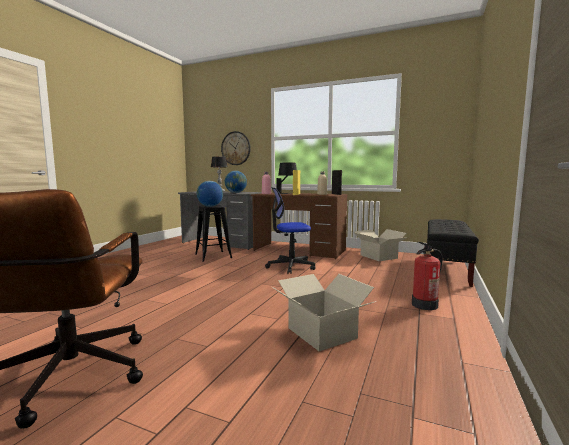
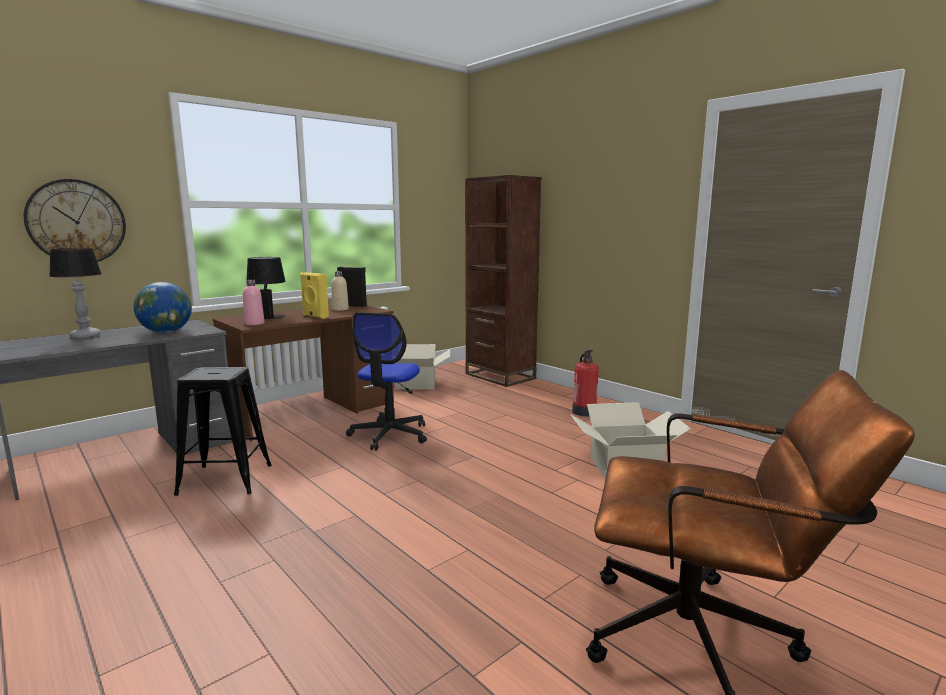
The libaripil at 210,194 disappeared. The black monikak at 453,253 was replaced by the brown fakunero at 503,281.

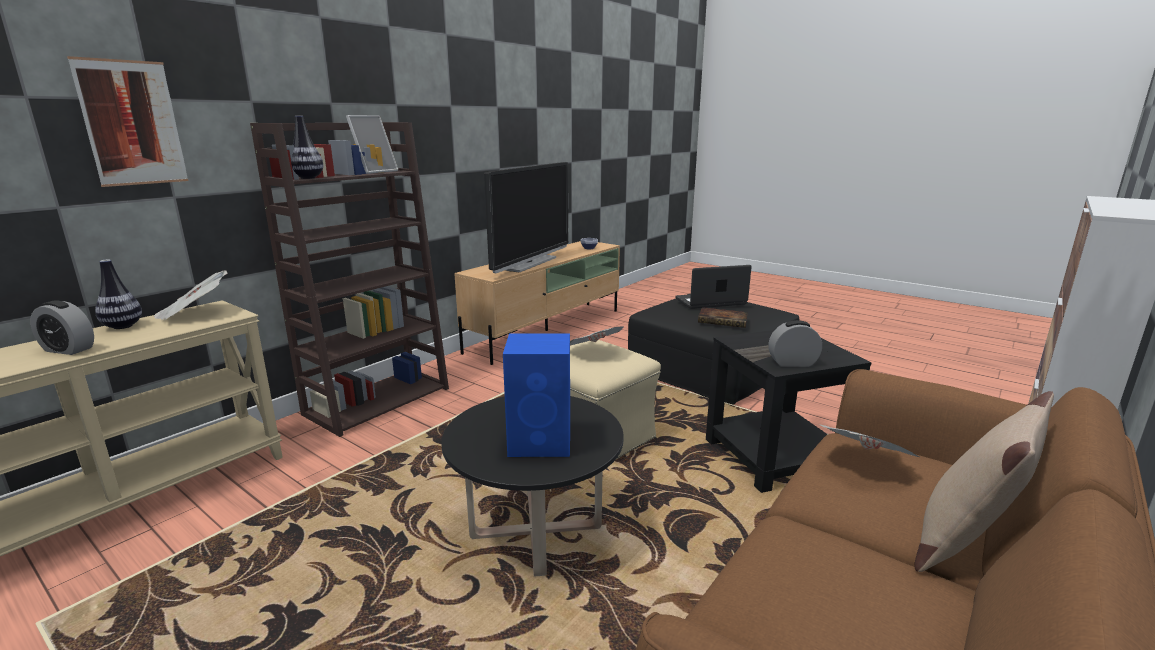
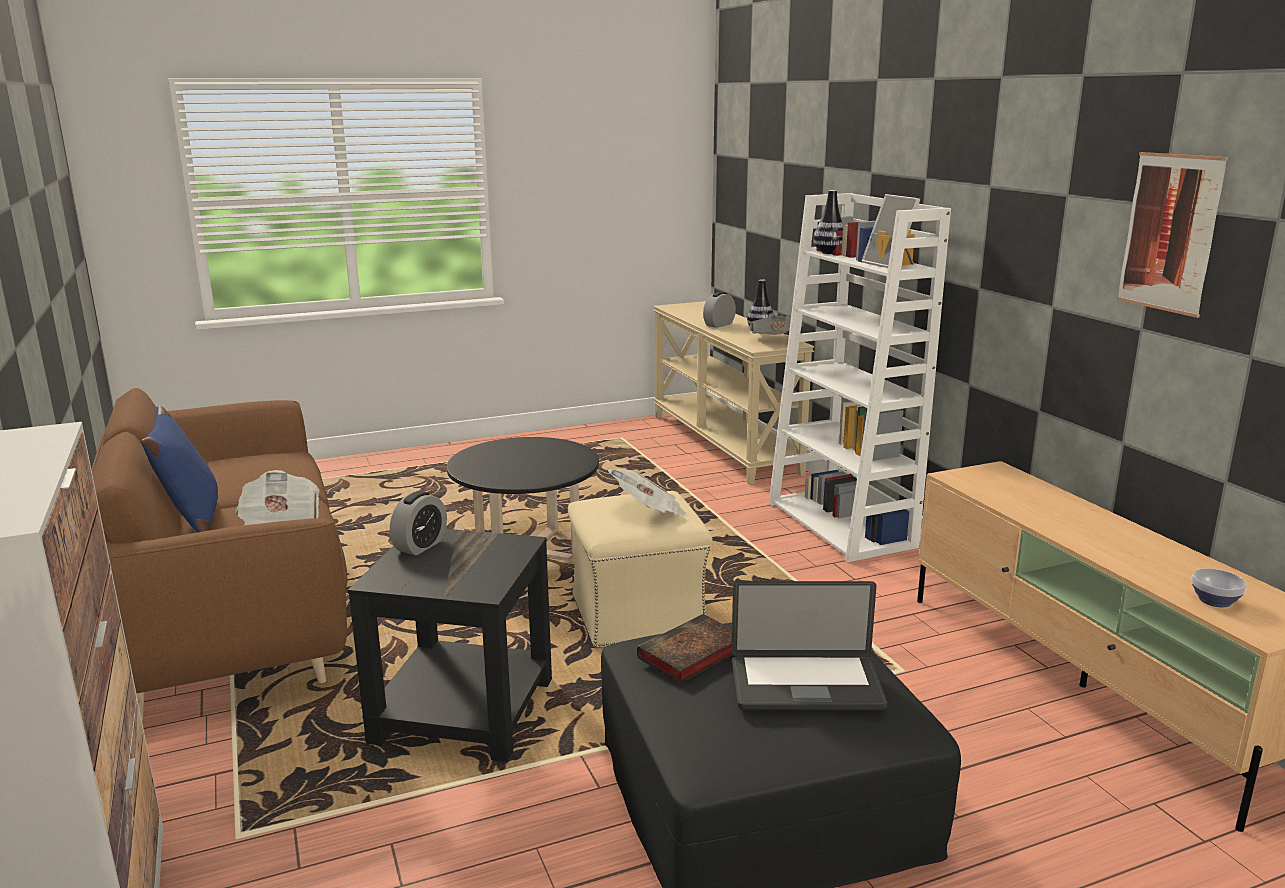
The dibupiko at 526,217 disappeared. The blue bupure at 536,395 disappeared. The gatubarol moved from 127,121 to 1172,235. The brown fakunero at 349,279 became the white fakunero at 860,377. The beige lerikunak at 984,481 became the blue lerikunak at 179,469. The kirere at 713,287 turned 75 degrees clockwise.

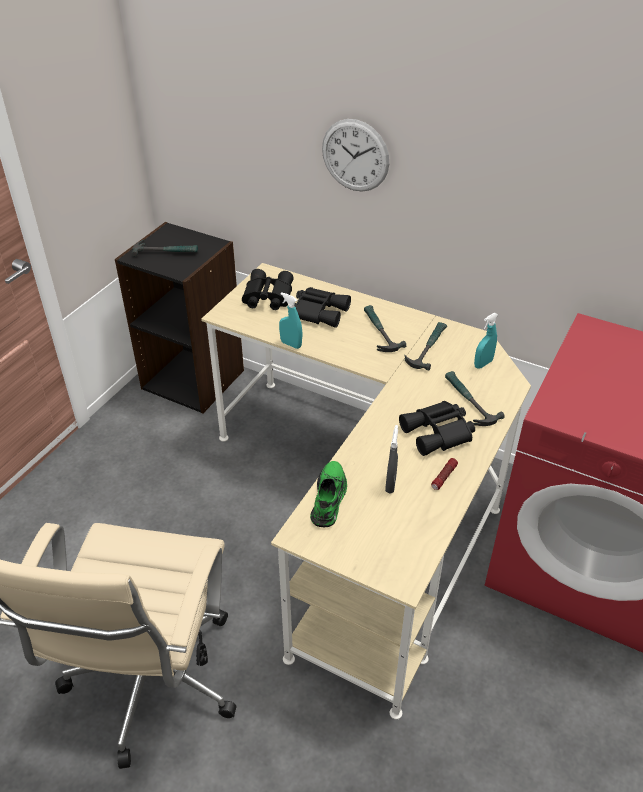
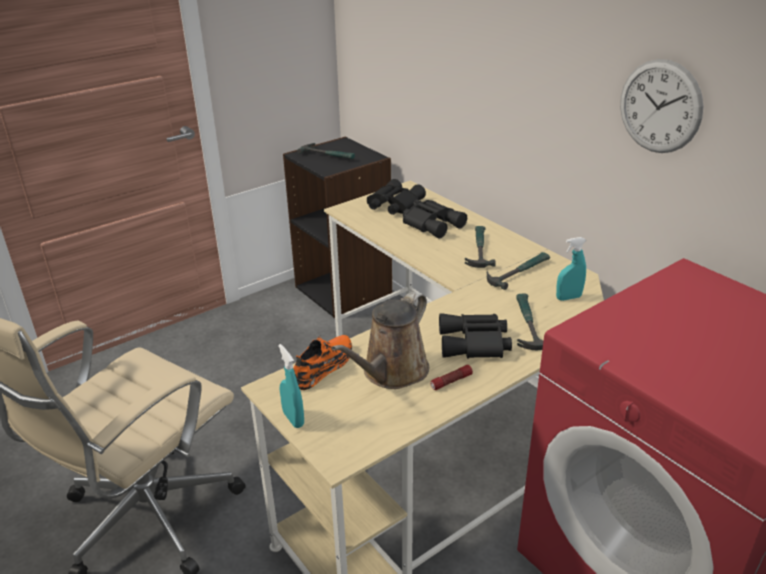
The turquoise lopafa moved from 291,320 to 291,386. The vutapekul moved from 355,155 to 662,106. The grey lopafa at 391,459 was replaced by the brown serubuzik at 380,340. The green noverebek at 328,494 became the orange noverebek at 322,362.

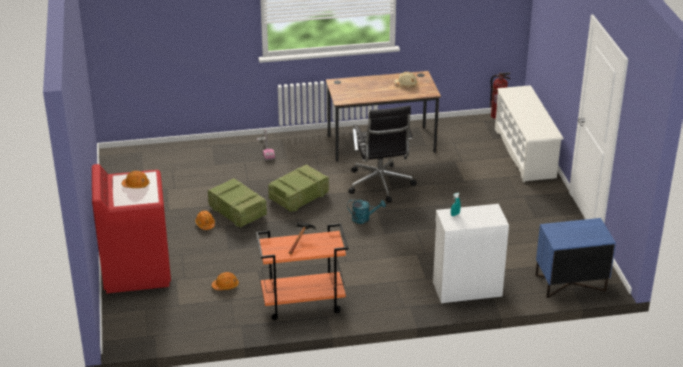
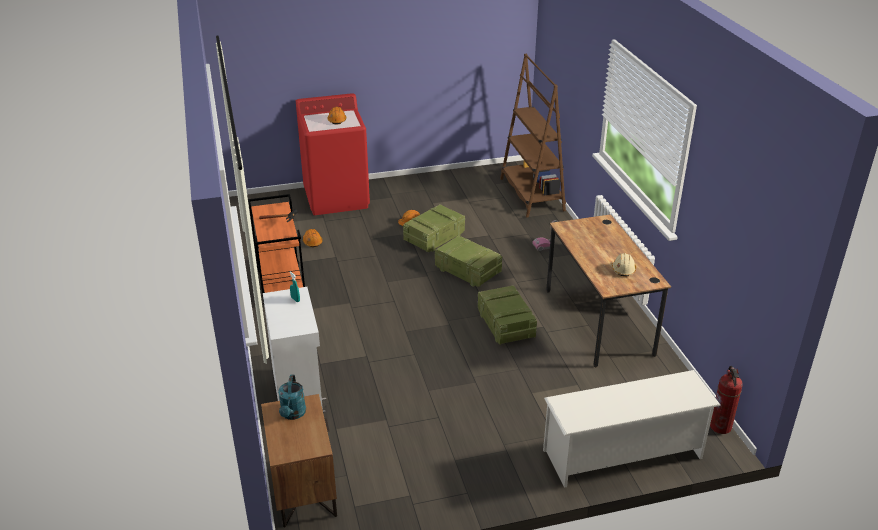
The brown fakunero at 533,136 appeared. The turquoise serubuzik moved from 366,211 to 292,397. The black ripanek at 382,154 was replaced by the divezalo at 507,315. The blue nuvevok at 575,258 became the brown nuvevok at 299,460.

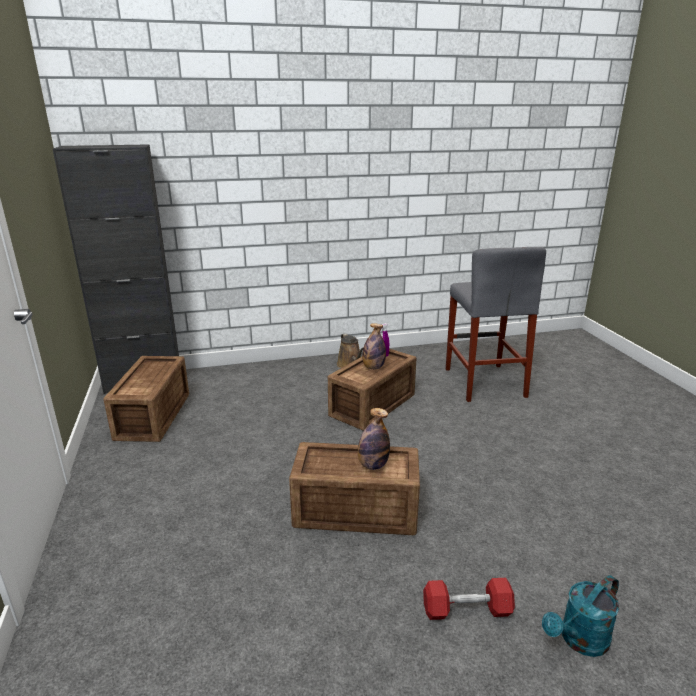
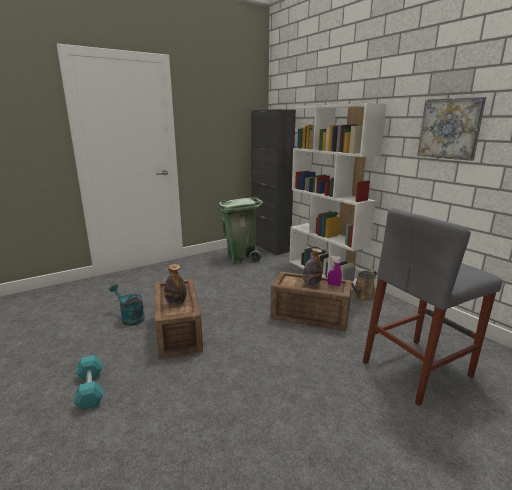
The white fakunero at 338,197 appeared. The gatubarol at 451,129 appeared. The turquoise serubuzik moved from 580,616 to 127,305. The divezalo at 146,399 was replaced by the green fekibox at 240,230. The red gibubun at 469,599 became the turquoise gibubun at 88,382.

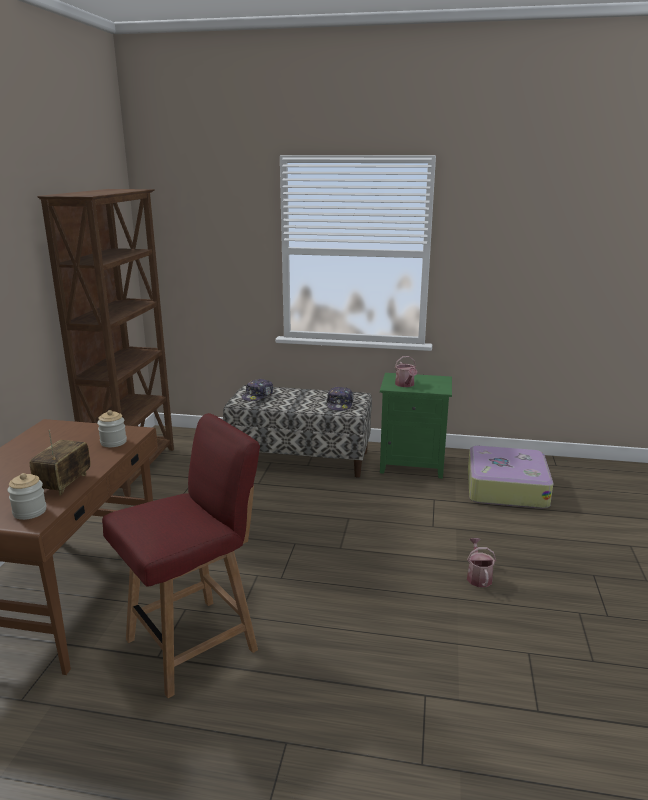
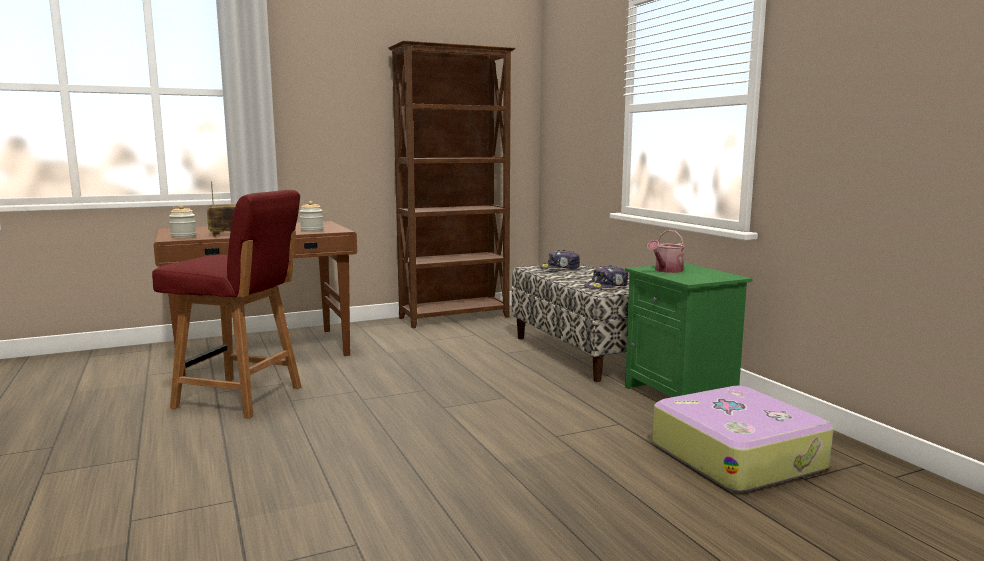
The serubuzik at 481,562 disappeared.

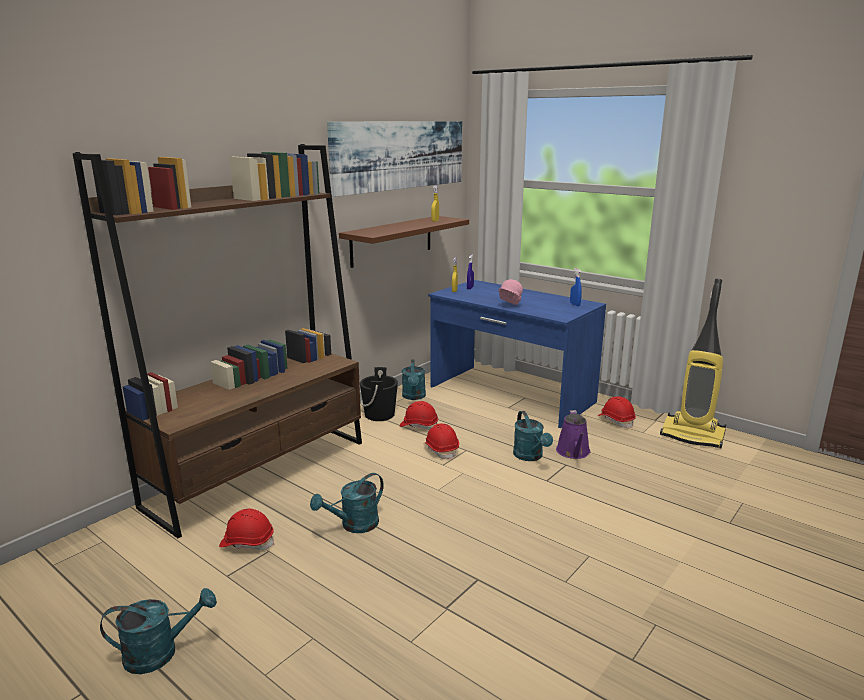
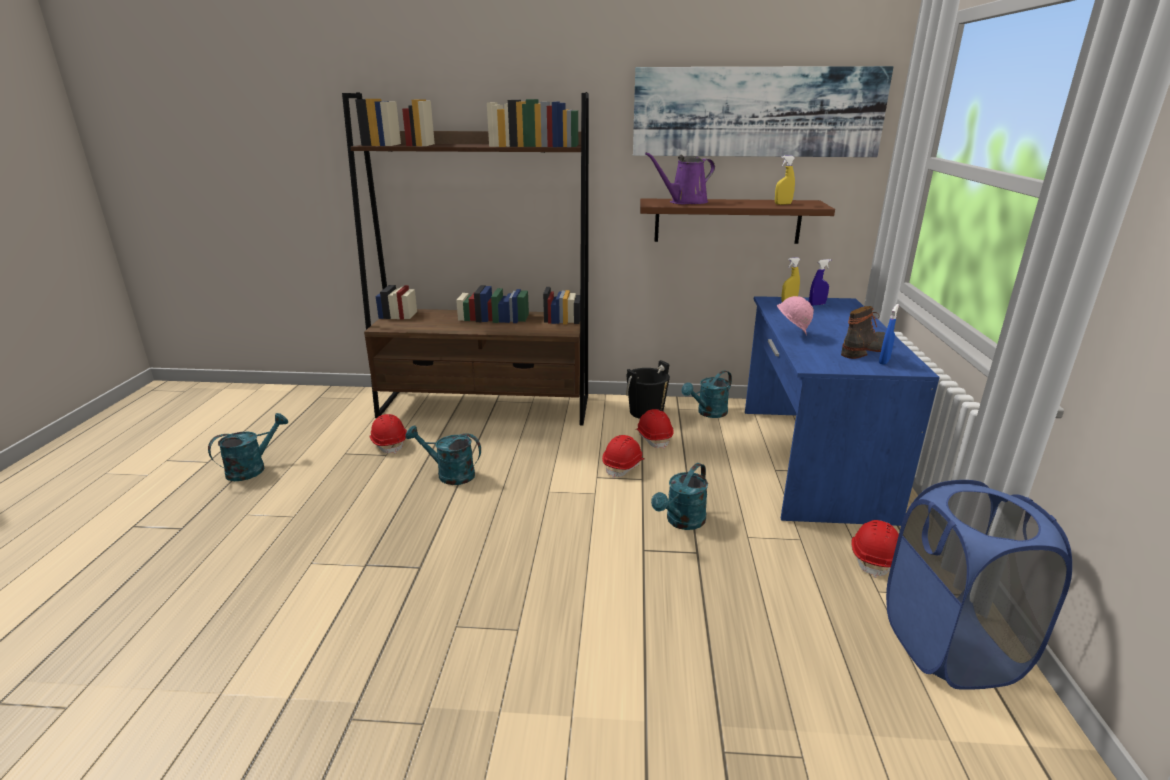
The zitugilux at 863,332 appeared. The purple serubuzik moved from 573,434 to 680,178. The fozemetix at 693,363 was replaced by the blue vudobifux at 979,585. The turquoise serubuzik at 158,631 turned 90 degrees counterclockwise.

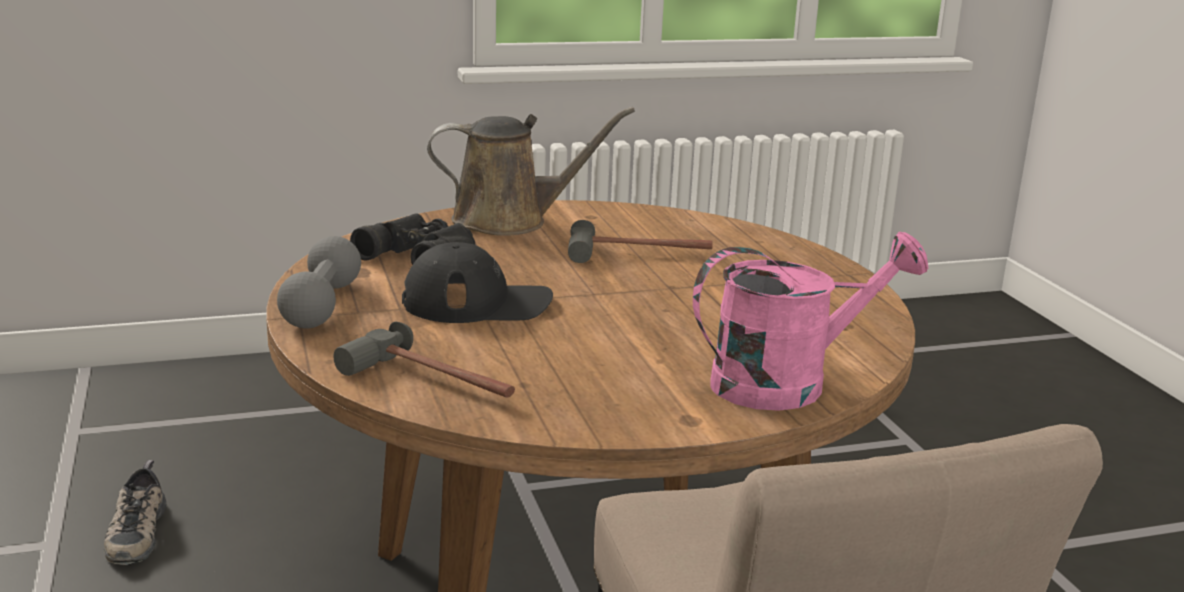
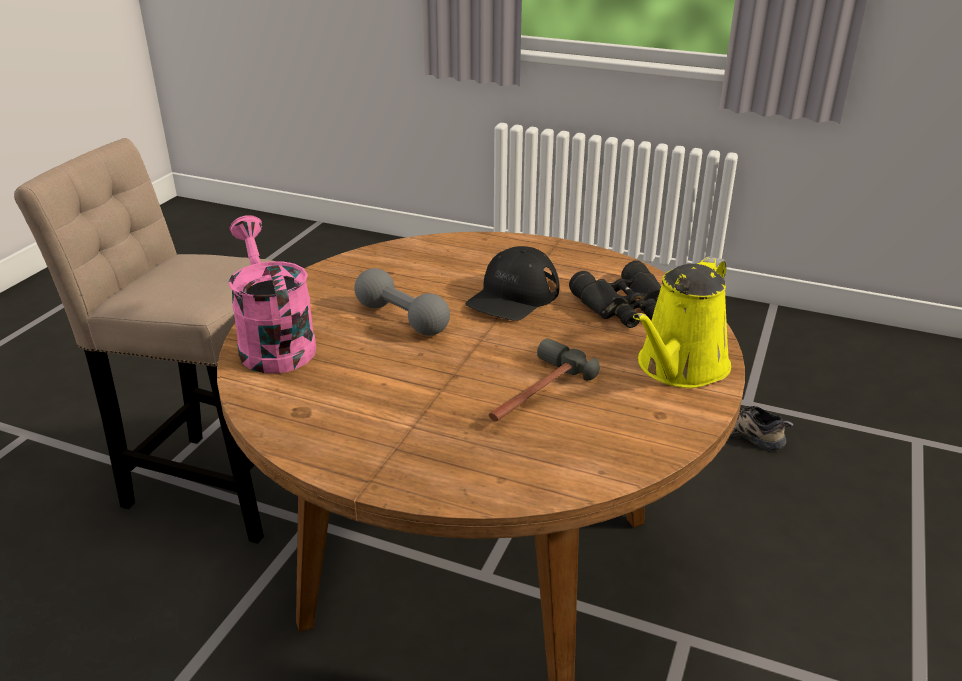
The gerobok at 424,360 disappeared. The grey gibubun moved from 319,282 to 402,302. The brown serubuzik at 531,171 became the yellow serubuzik at 682,322. The pink serubuzik at 810,321 turned 135 degrees clockwise.

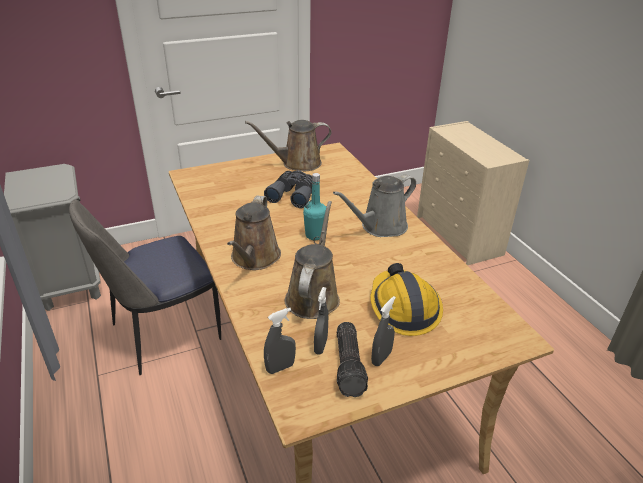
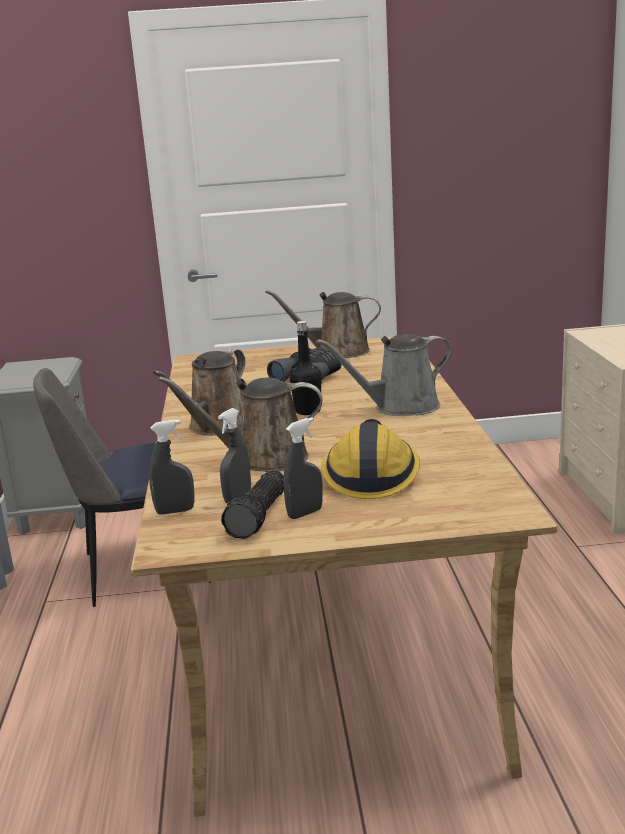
The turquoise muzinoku at 314,206 became the black muzinoku at 305,368. The brown serubuzik at 312,260 turned 120 degrees counterclockwise.

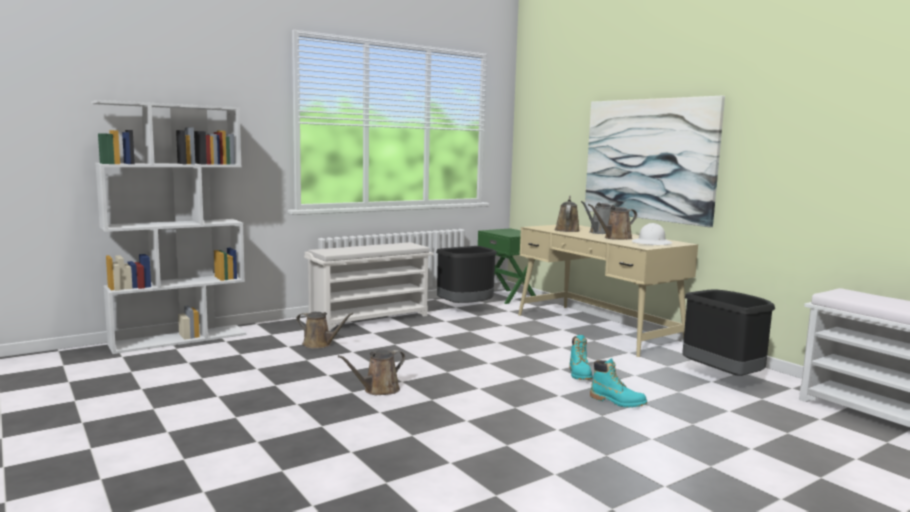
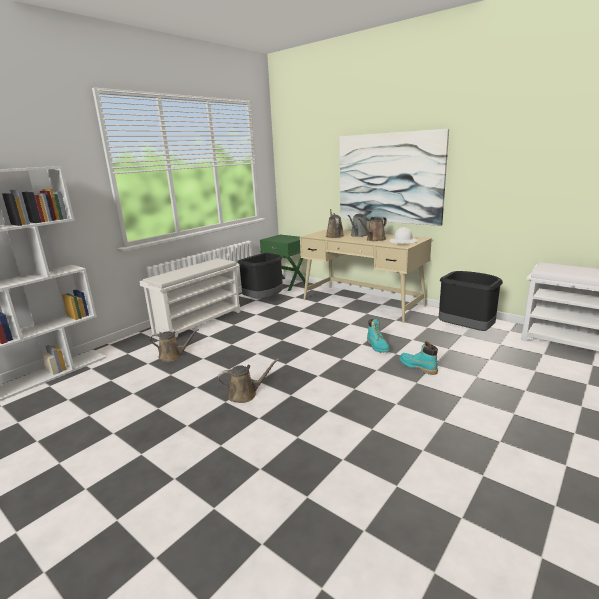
The brown serubuzik at 371,372 turned 135 degrees counterclockwise. The turquoise zitugilux at 618,383 turned 150 degrees counterclockwise.

